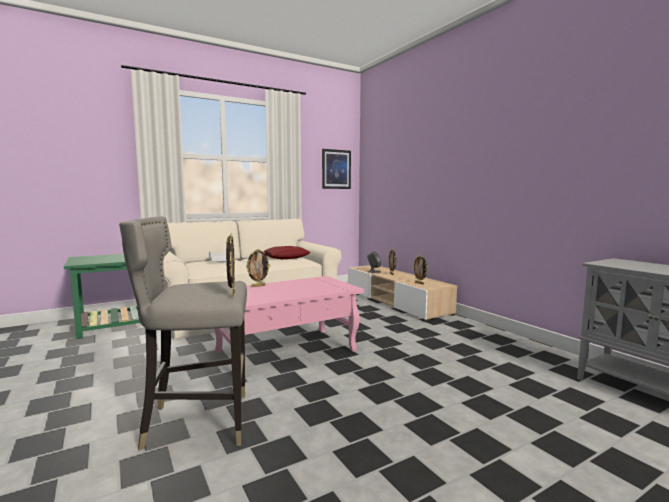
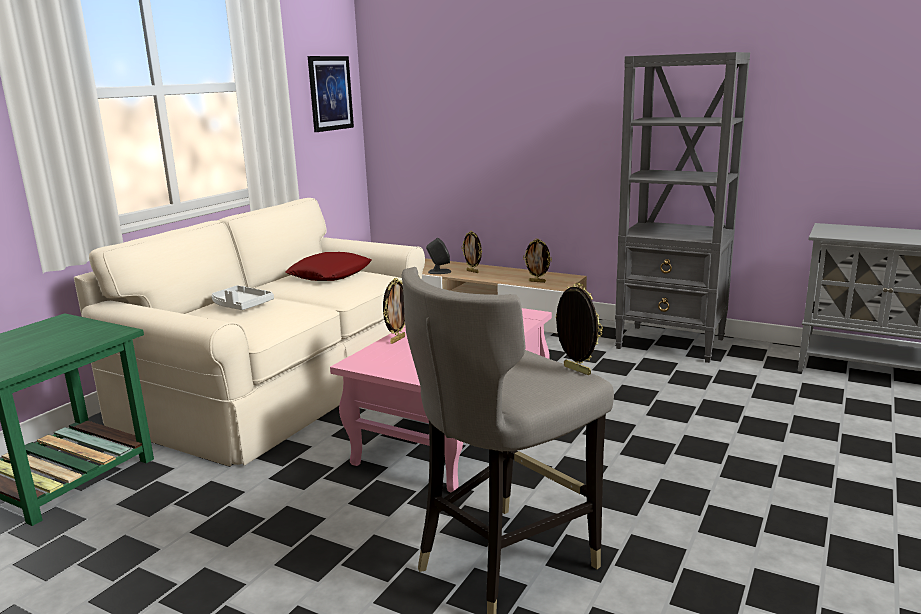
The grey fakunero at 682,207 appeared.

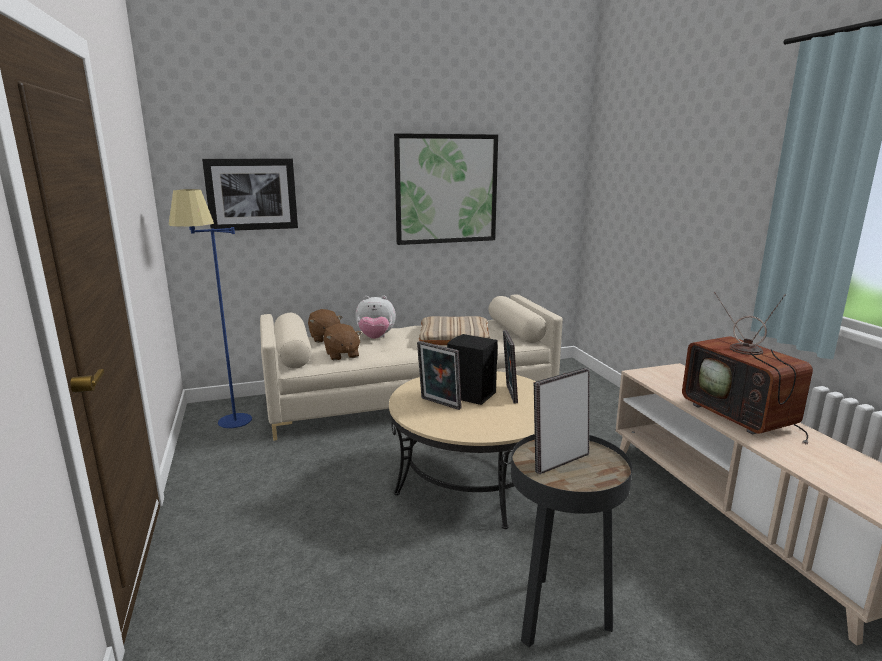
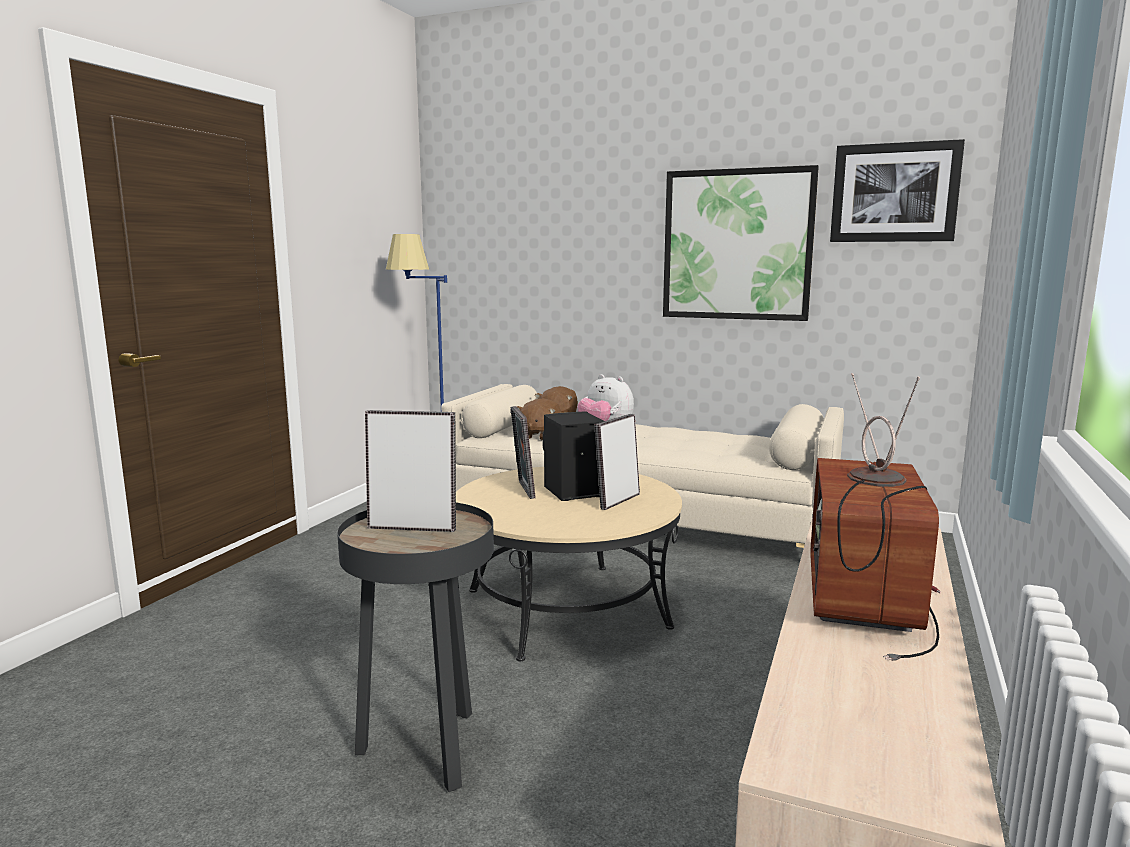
The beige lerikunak at 455,330 disappeared. The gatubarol moved from 250,195 to 897,190.

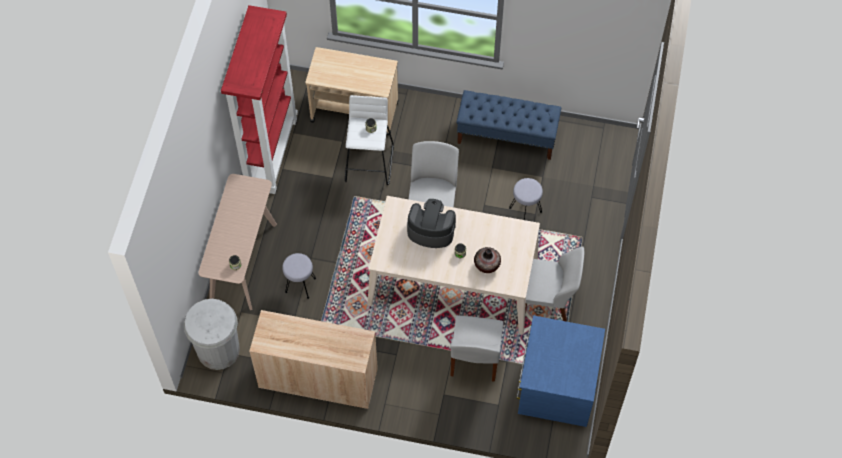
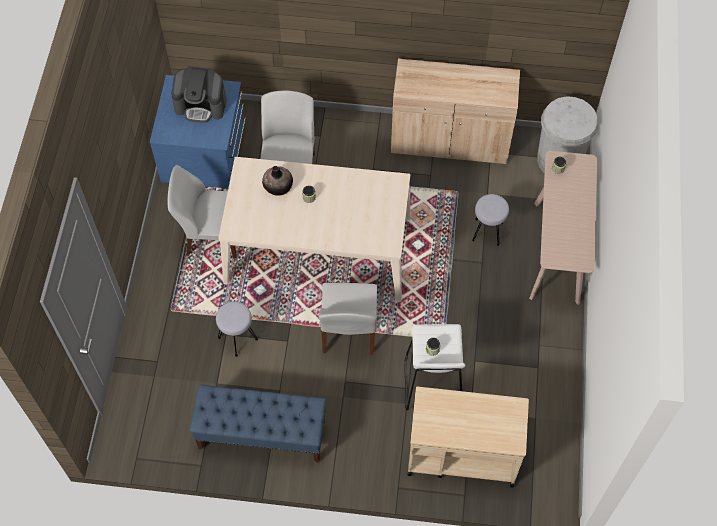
The red fakunero at 259,99 disappeared. The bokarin moved from 431,223 to 199,95.

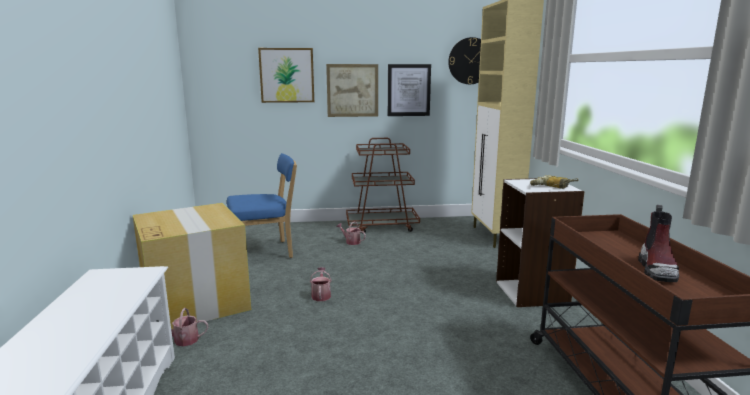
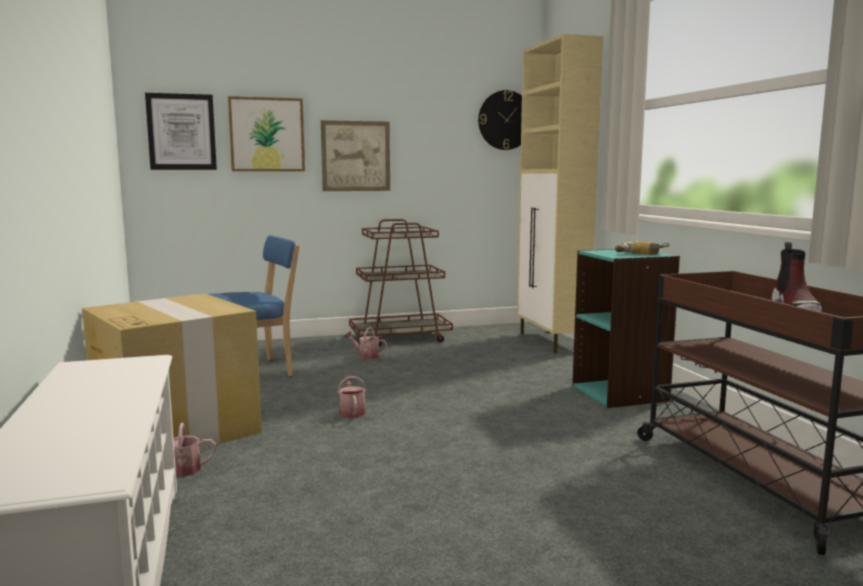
The gatubarol moved from 409,90 to 181,131. The white fakunero at 540,242 became the turquoise fakunero at 626,328.

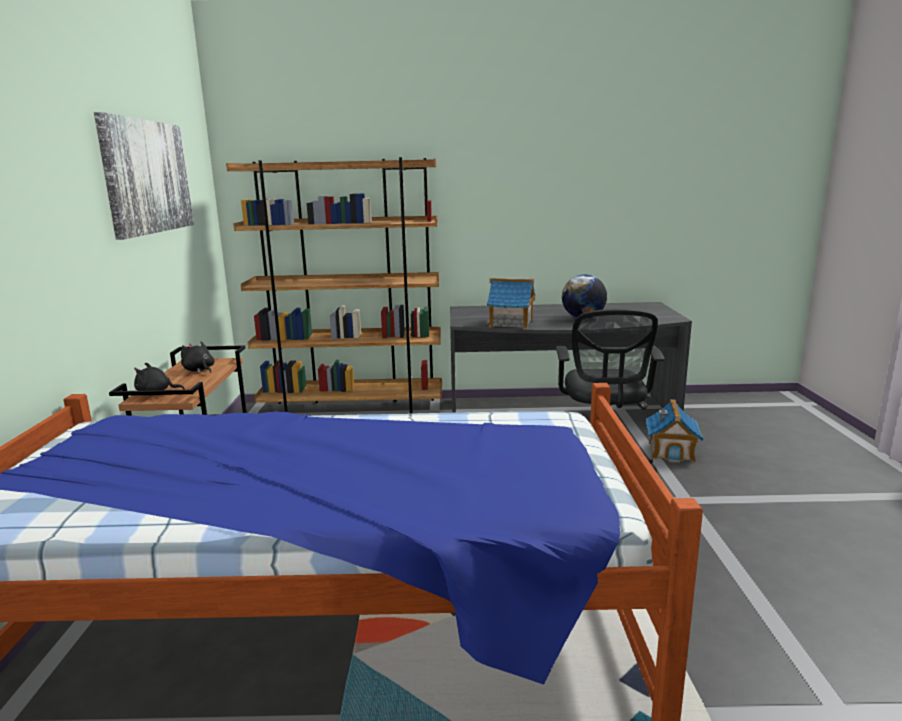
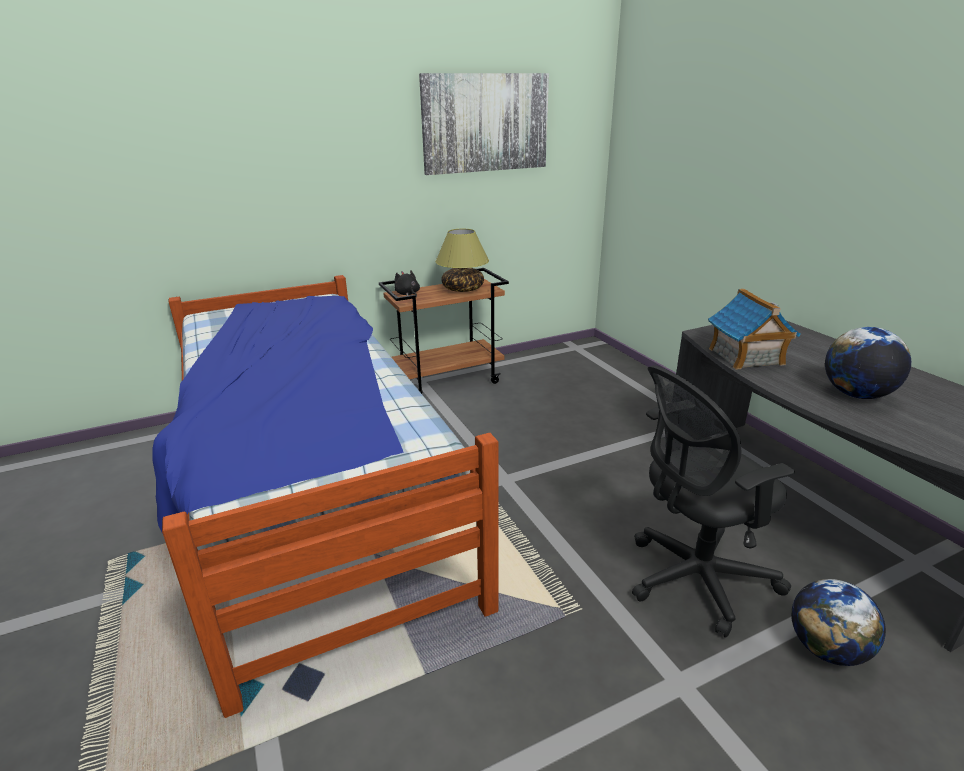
The brown fakunero at 334,285 disappeared. The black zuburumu at 197,357 was replaced by the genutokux at 462,260. The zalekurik at 675,431 was replaced by the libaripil at 838,622.

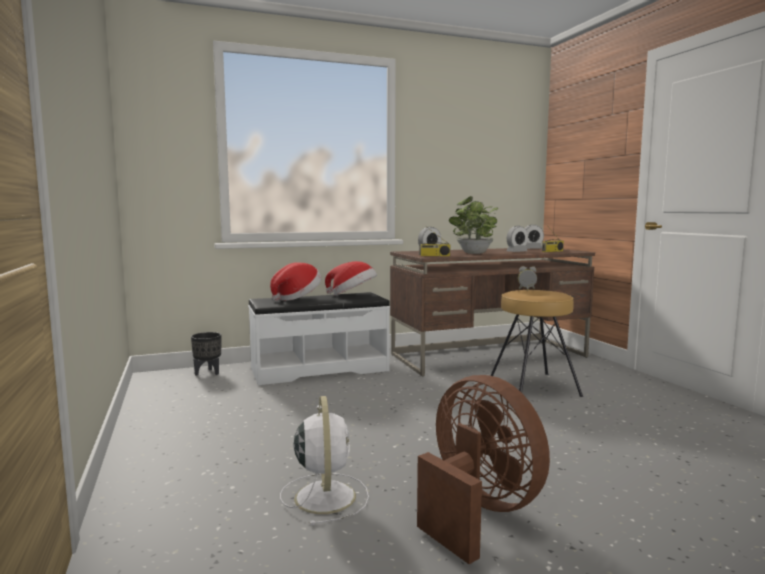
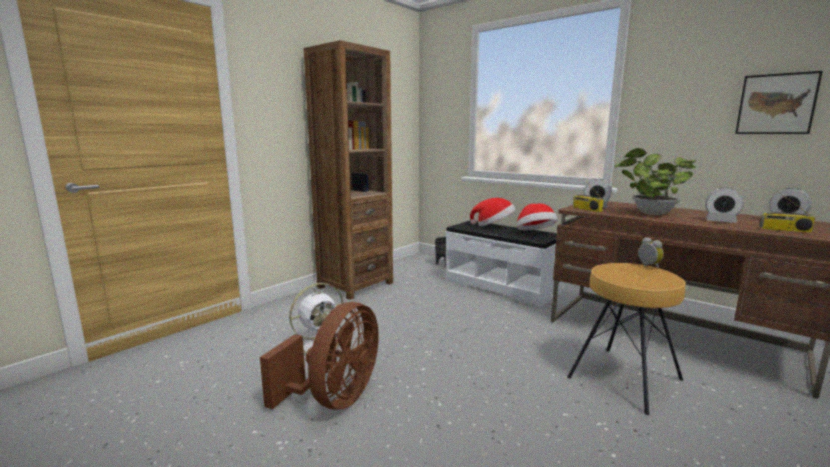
The brown fakunero at 348,170 appeared. The gatubarol at 779,102 appeared.

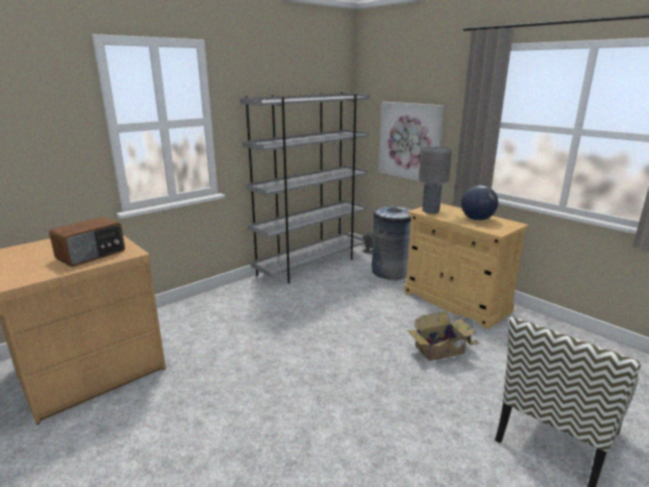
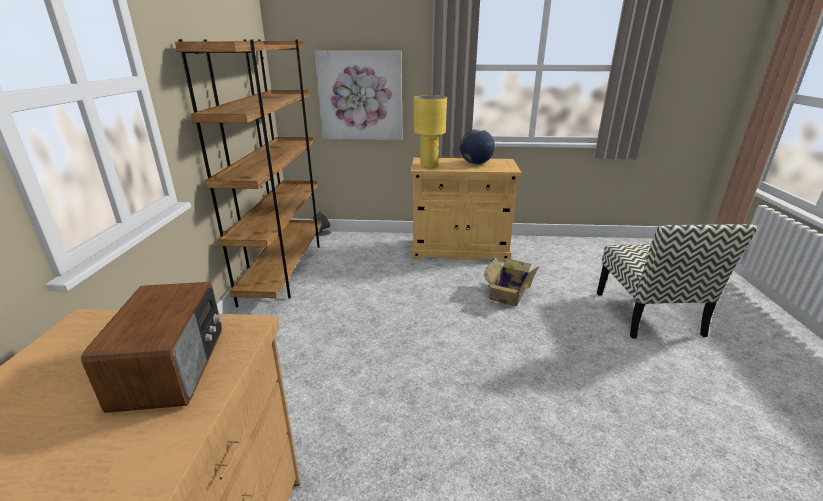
The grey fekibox at 391,243 disappeared. The grey fakunero at 305,187 became the brown fakunero at 248,173. The grey genutokux at 435,180 became the yellow genutokux at 430,131.

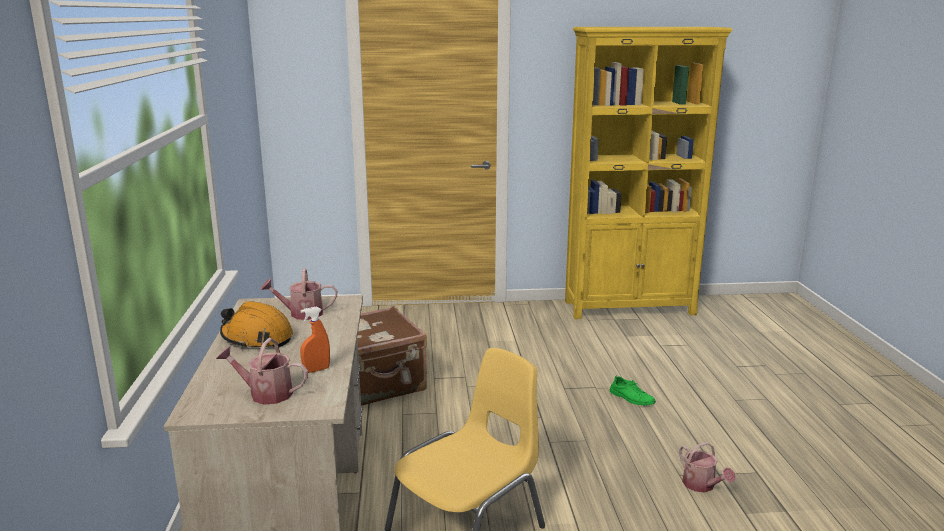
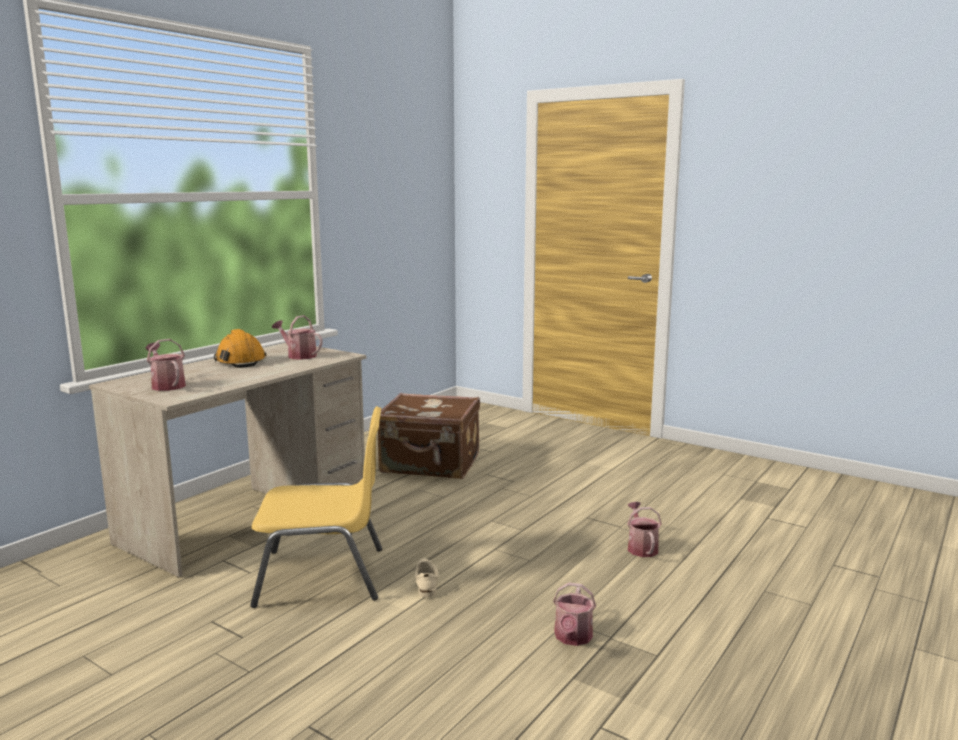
The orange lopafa at 315,340 disappeared. The yellow fakunero at 649,173 disappeared. The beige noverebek at 427,578 appeared. The green noverebek at 633,390 was replaced by the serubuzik at 644,529.

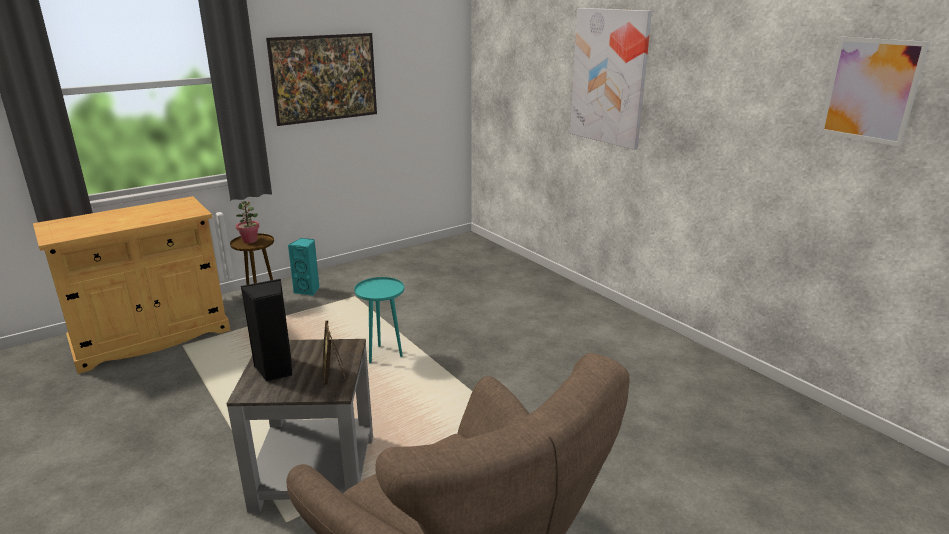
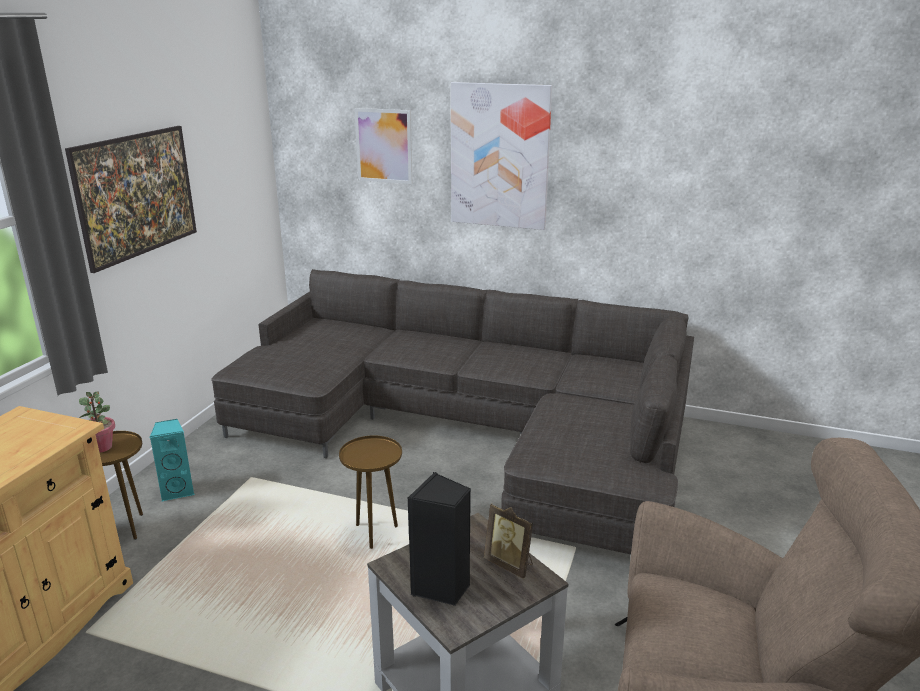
The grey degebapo at 452,411 appeared. The gatubarol moved from 874,92 to 383,146. The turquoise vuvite at 379,320 became the brown vuvite at 370,492.

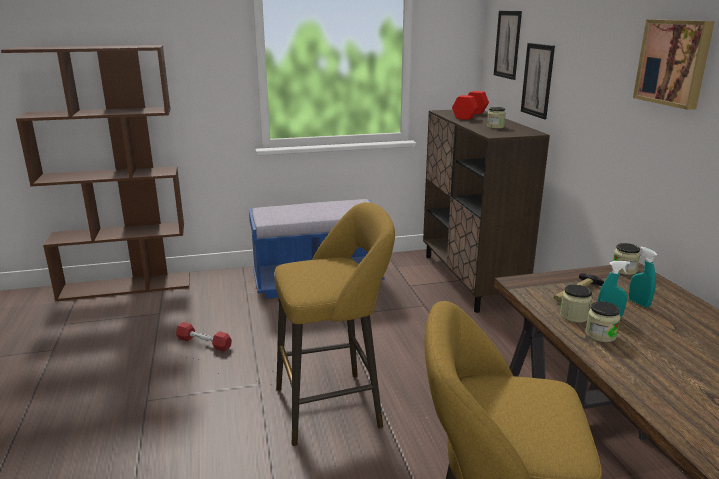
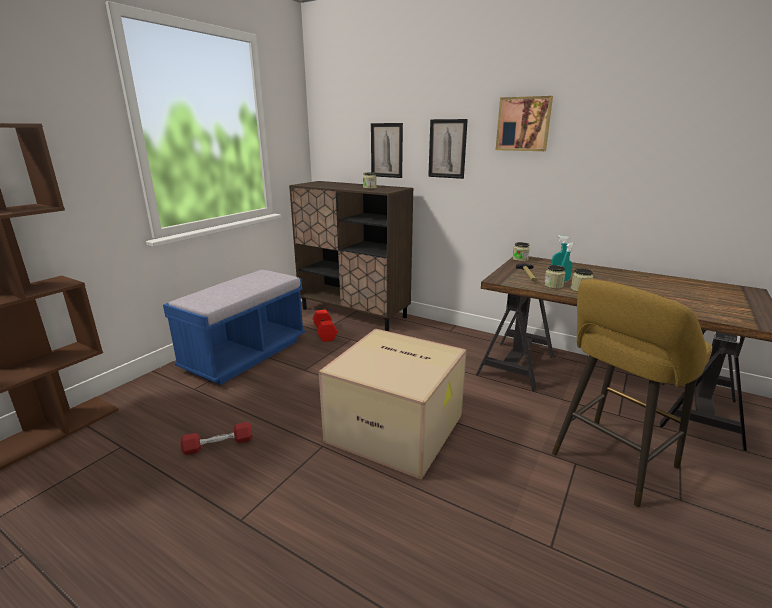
The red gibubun moved from 470,105 to 325,325. The gatubarol moved from 508,45 to 448,149. The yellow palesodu at 335,324 was replaced by the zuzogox at 393,404.

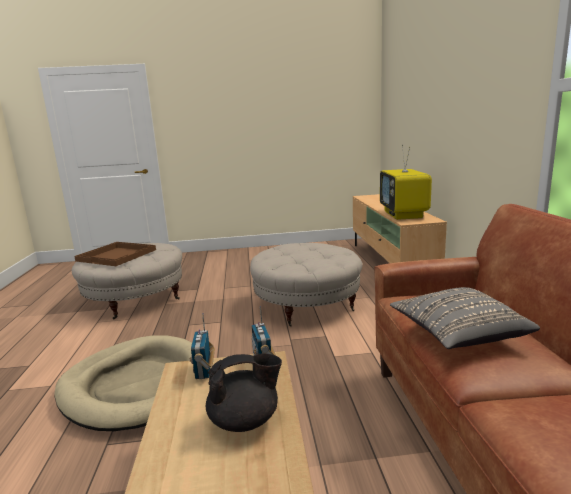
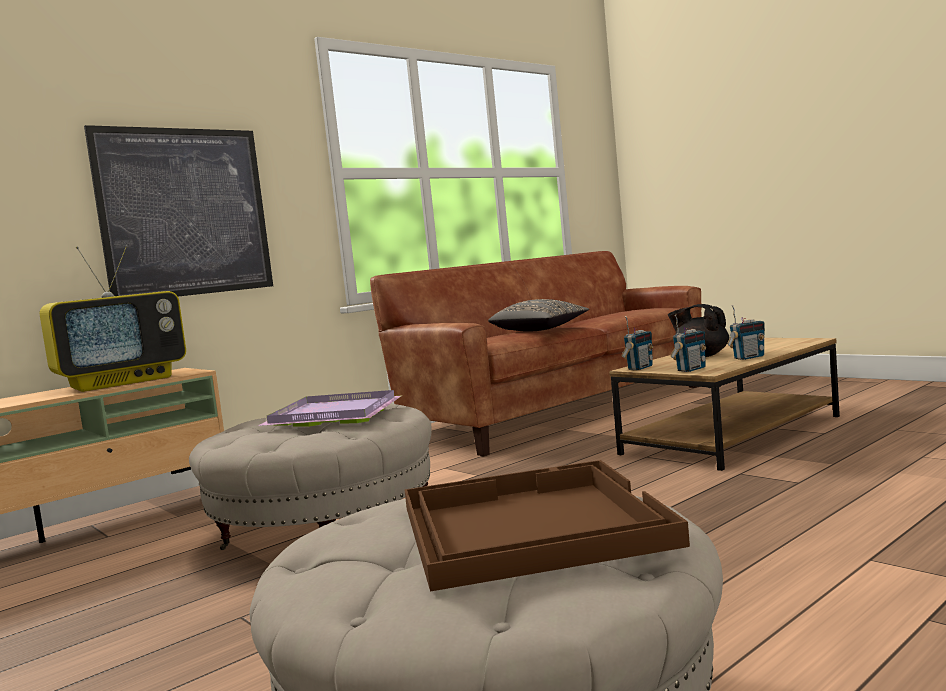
The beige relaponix at 123,383 disappeared. The gatubarol at 178,210 appeared. The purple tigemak at 330,408 appeared. The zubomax at 746,332 appeared.

